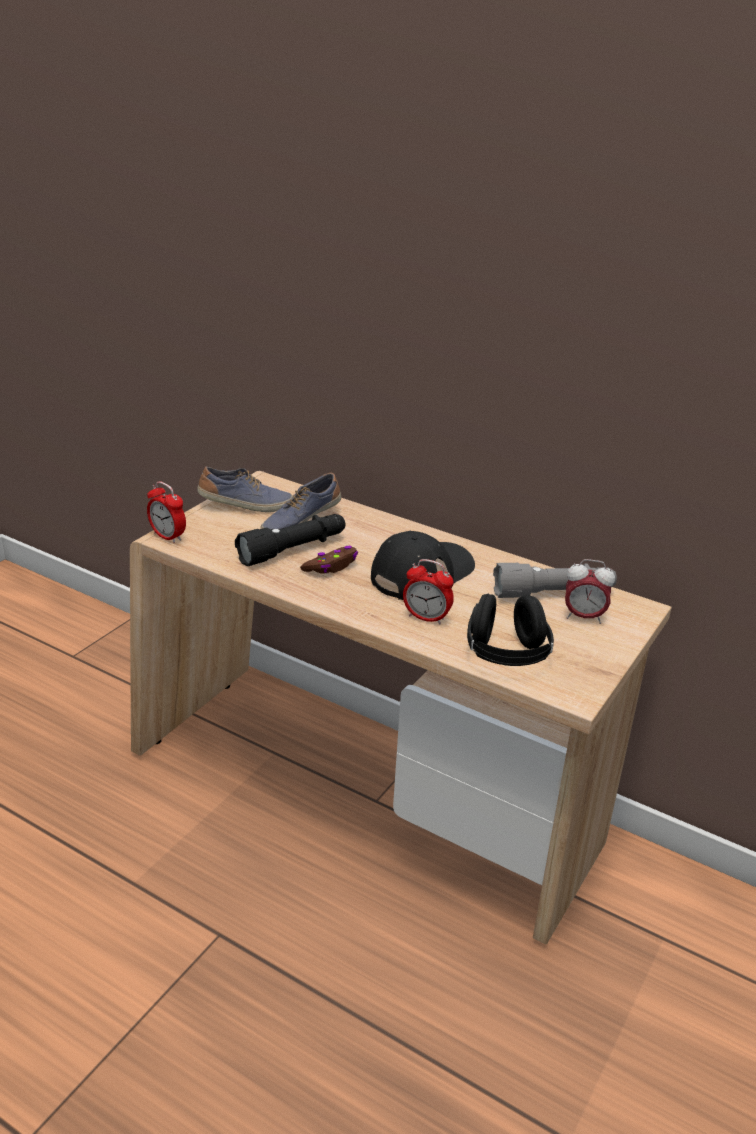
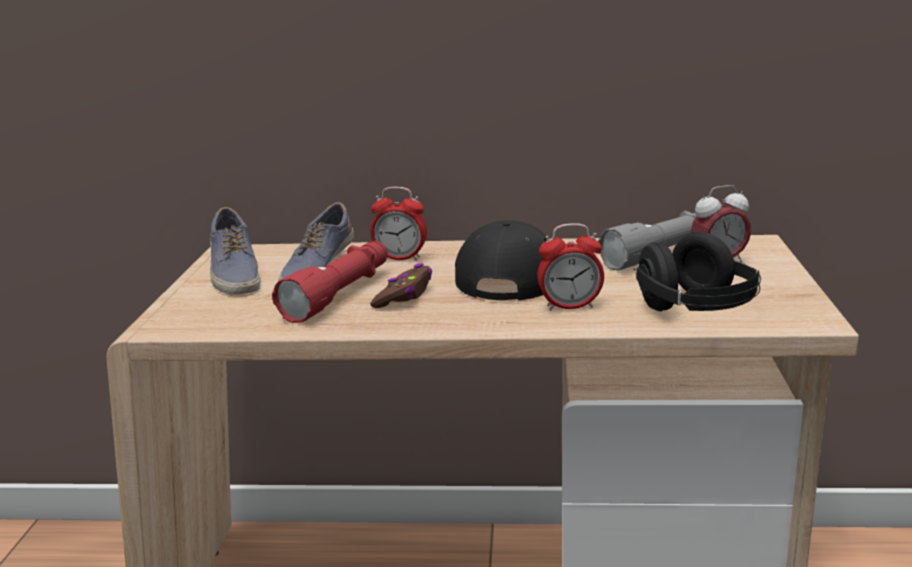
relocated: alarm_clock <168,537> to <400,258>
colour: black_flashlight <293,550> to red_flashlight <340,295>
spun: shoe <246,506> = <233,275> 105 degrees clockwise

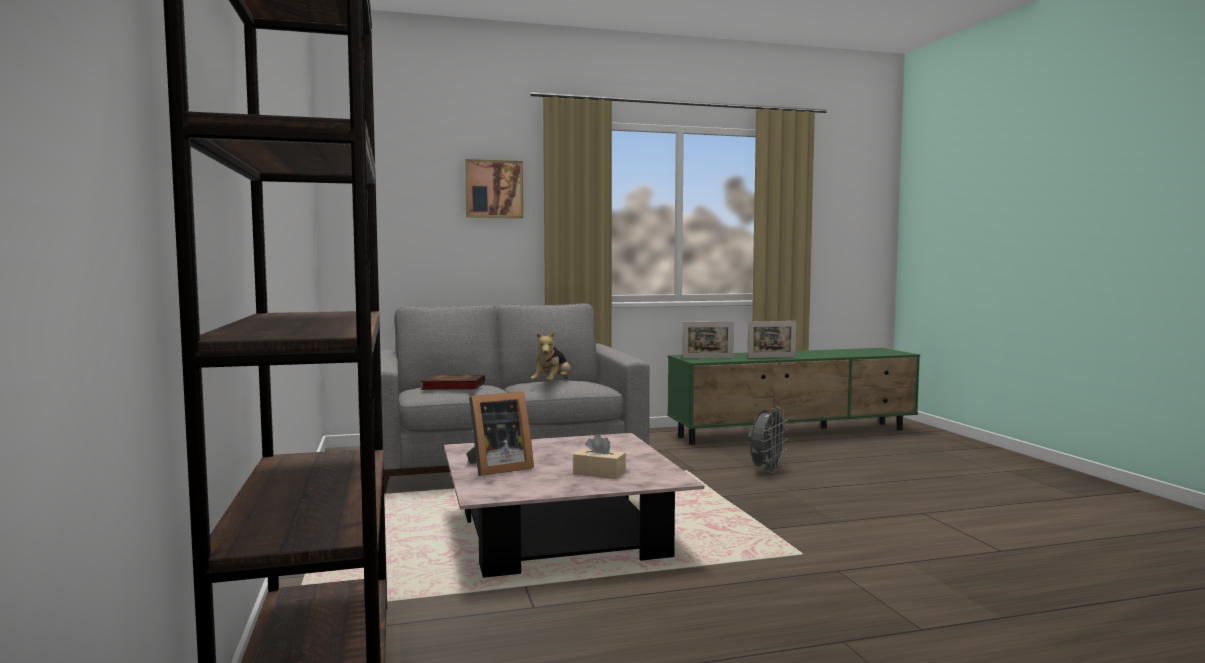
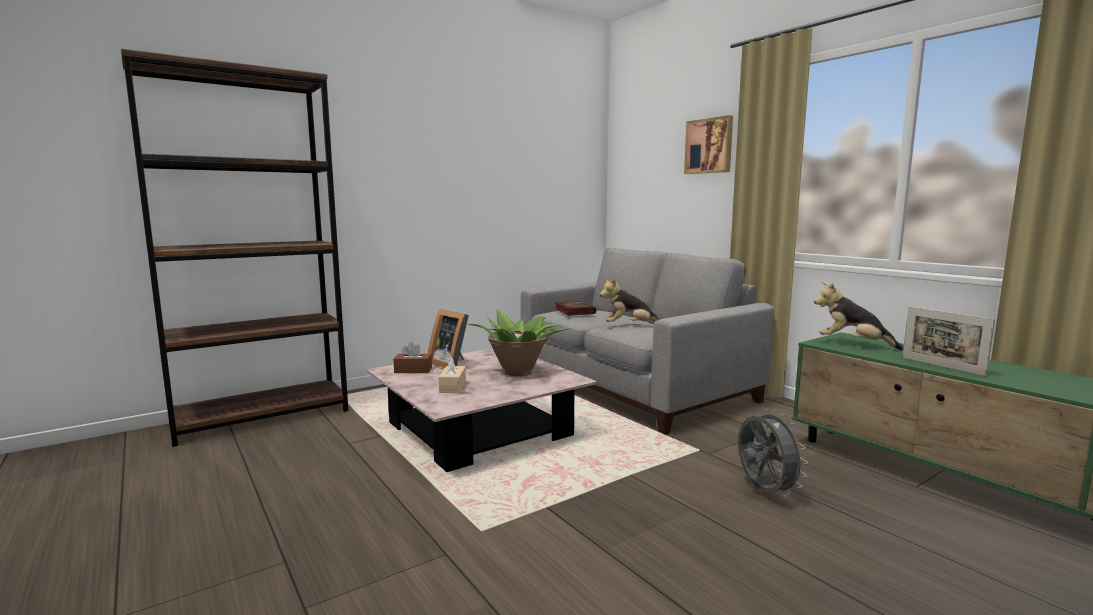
appeared: brown_tissue_box <413,370>; potted_plant <519,372>
exchanged: picture_frame <707,358> to plush_toy <853,344>
spun: grey_fan <766,470> = <763,491> 120 degrees counterclockwise

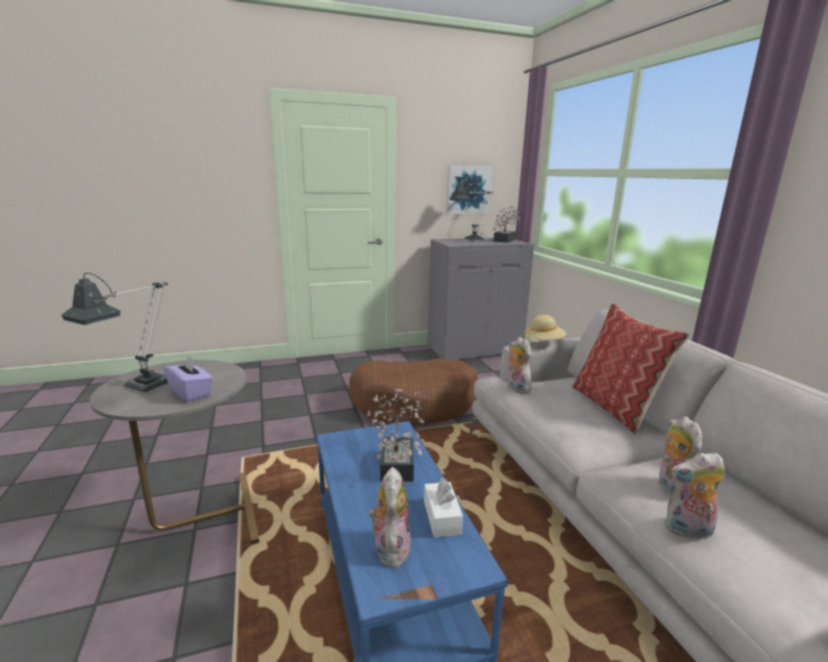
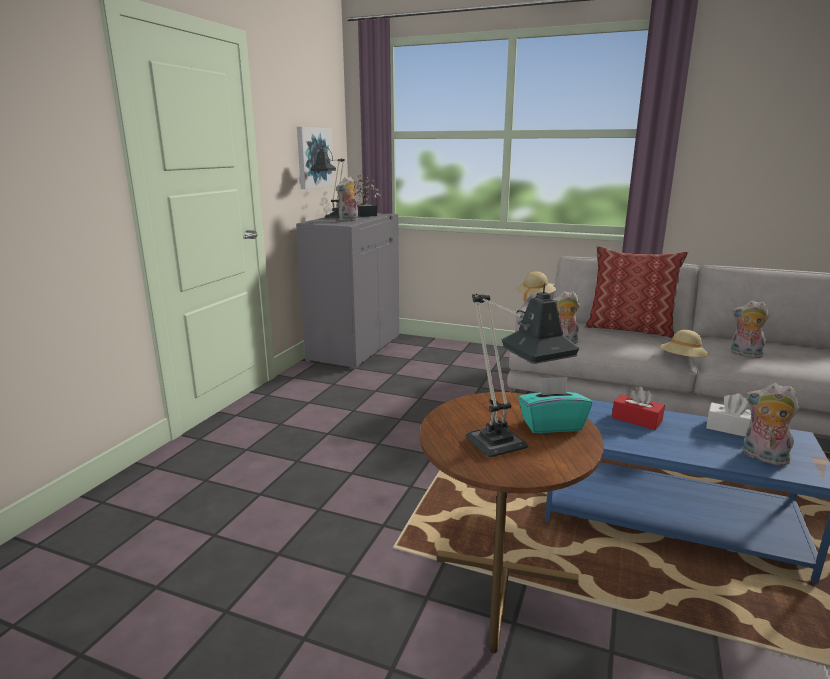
missing: brown_dog_bed <414,403>
appeared: beige_hat <682,361>
relocated: plush_toy <687,531> to <348,220>
exchanged: potted_plant <398,462> to red_tissue_box <636,420>
colour: grey_side_table <197,520> to brown_side_table <498,616>; purple_tissue_box <191,392> to turquoise_tissue_box <551,425>

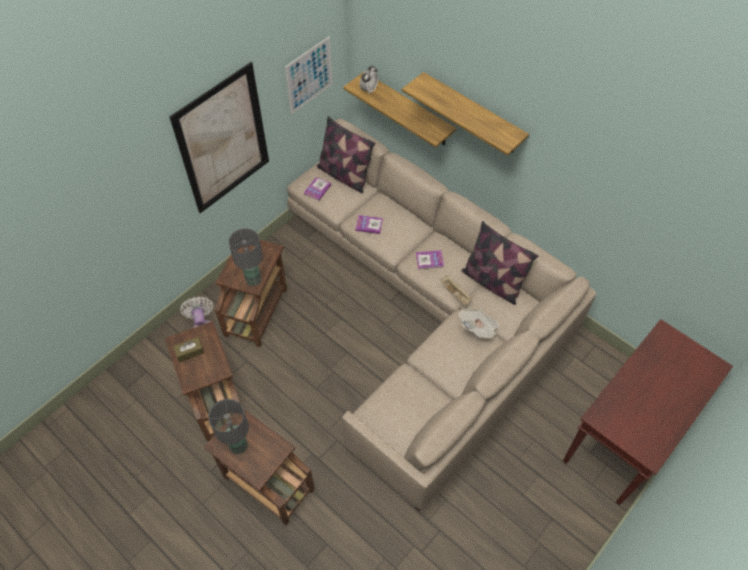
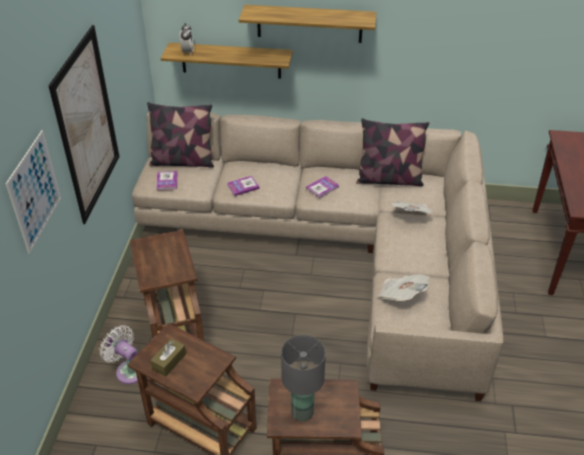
missing: grey_table_lamp <253,280>; beige_tray <455,294>
appeared: newspaper <401,295>
relocated: picture <309,75> to <35,191>

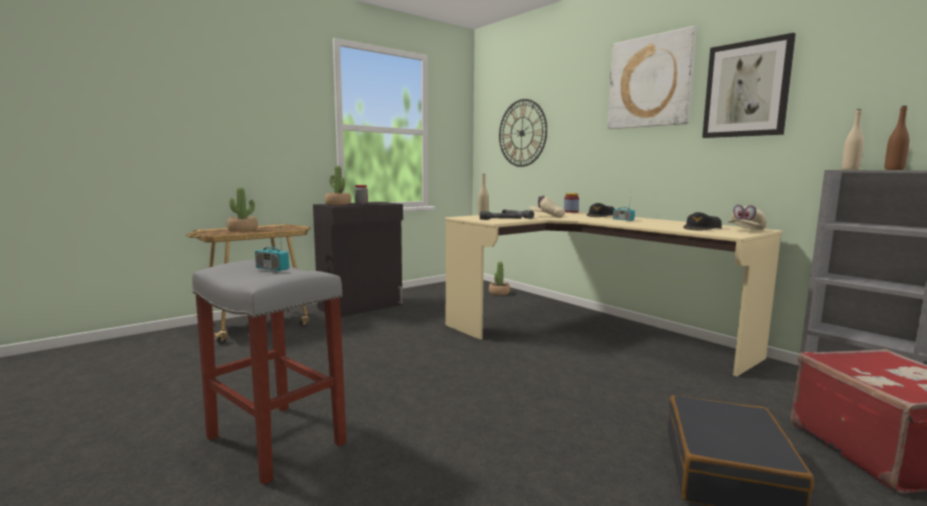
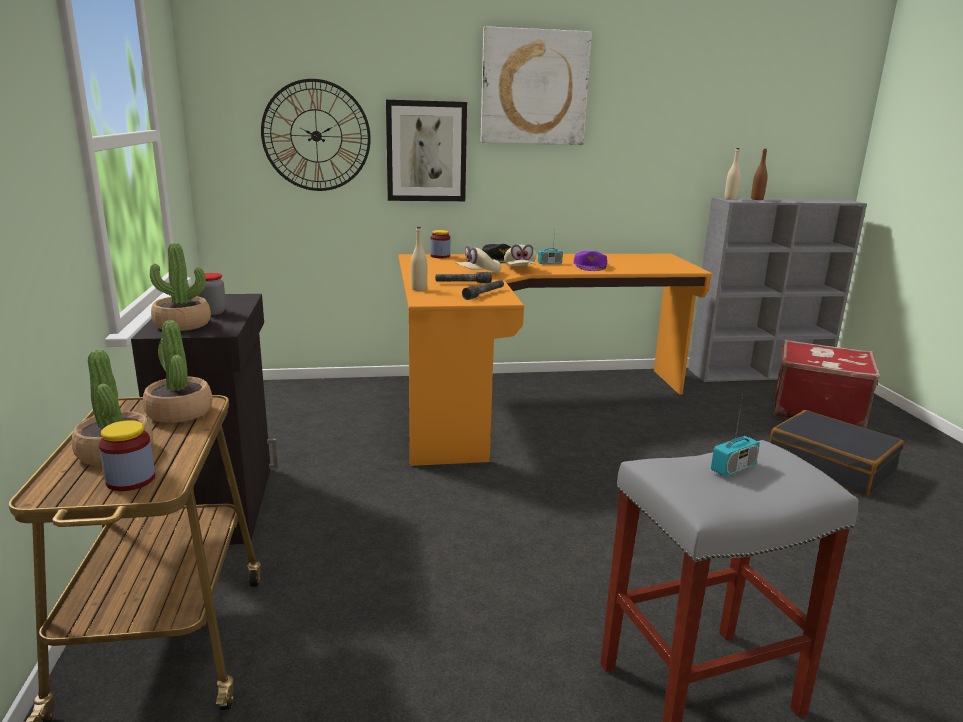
missing: black_cap <702,228>
appeared: jar <131,480>; purple_cap <590,266>
relocated: potted_plant <499,293> to <179,412>; picture <746,89> to <426,151>; beige_cap <746,230> to <519,269>
colour: beige_desk <588,330> to orange_desk <525,400>

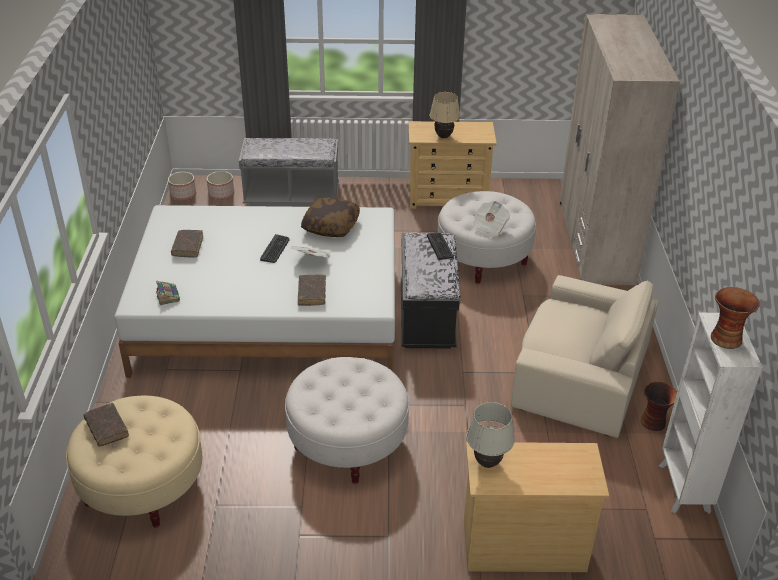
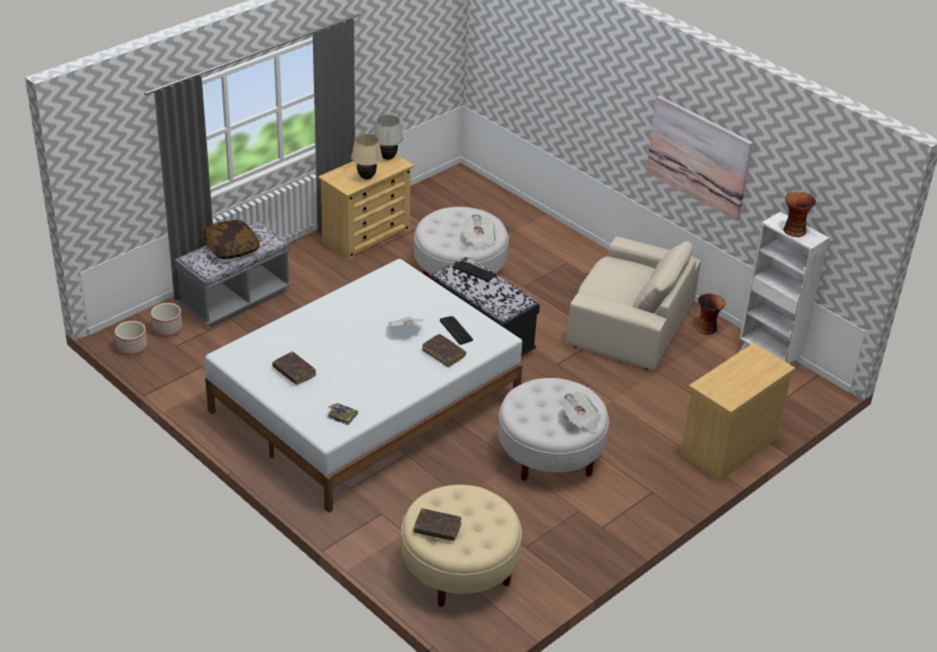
missing: beige_wardrobe <595,242>
appeared: newspaper <581,420>; picture <698,157>
relocated: pillow <331,226> to <231,248>; white_table_lamp <487,463> to <387,157>; keyboard <275,249> to <456,330>
spun: beige_armchair <579,375> = <629,323> 45 degrees clockwise

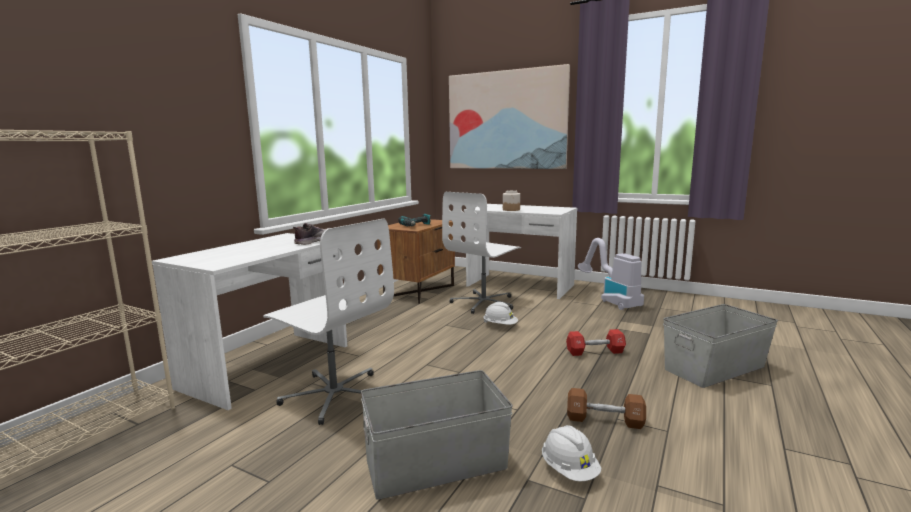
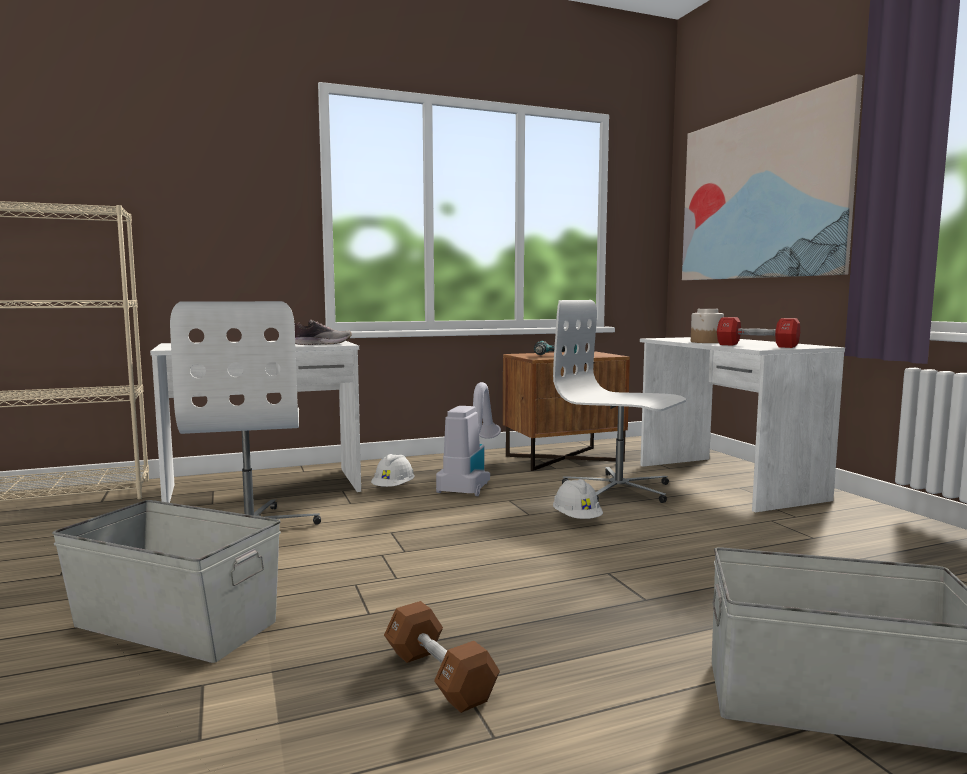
relocated: white_hard_hat <569,470> to <393,488>; vacuum_cleaner <610,300> to <470,482>; red_dumbbell <595,352> to <757,345>
spun: white_office_chair <484,303> = <618,489> 45 degrees clockwise

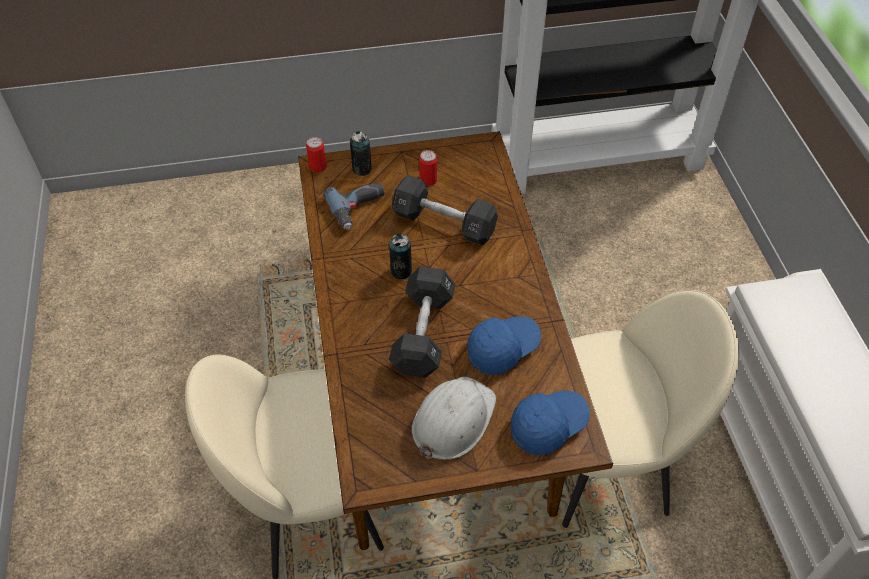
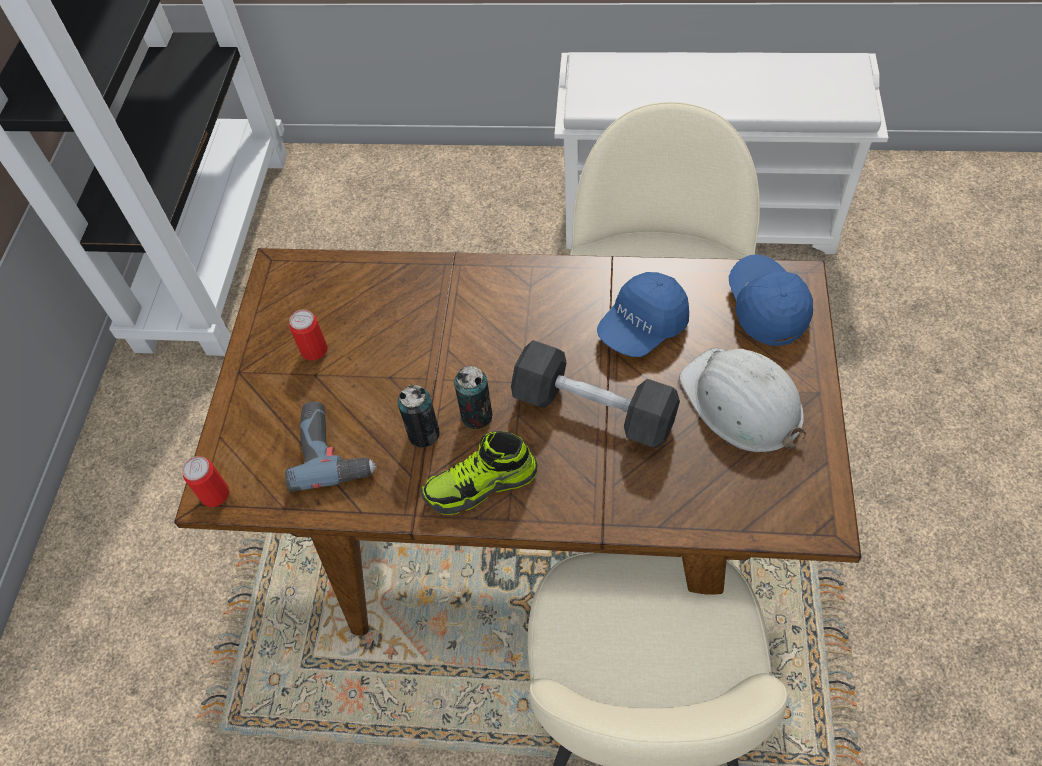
missing: black_dumbbell <444,223>
appeared: shoe <481,485>
relocated: can <362,169> to <424,434>
spun: blue_cap <502,349> = <642,327> 120 degrees counterclockwise

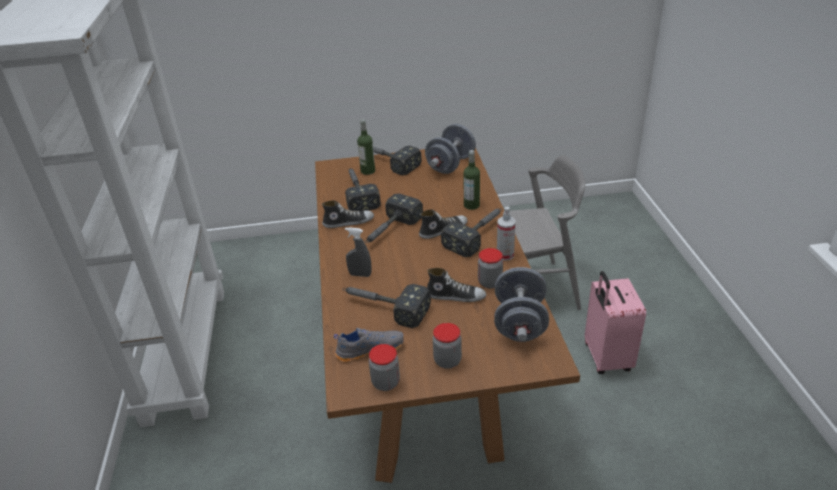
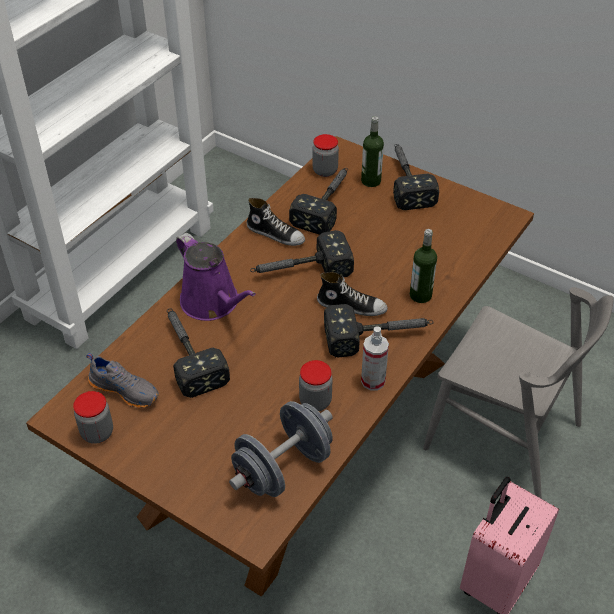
missing: grey_dumbbell <450,165>; shoe <455,296>
relocated: jar <447,361> to <325,171>
exchanged: grey_spray_bottle <360,274> to purple_watering_can <213,303>

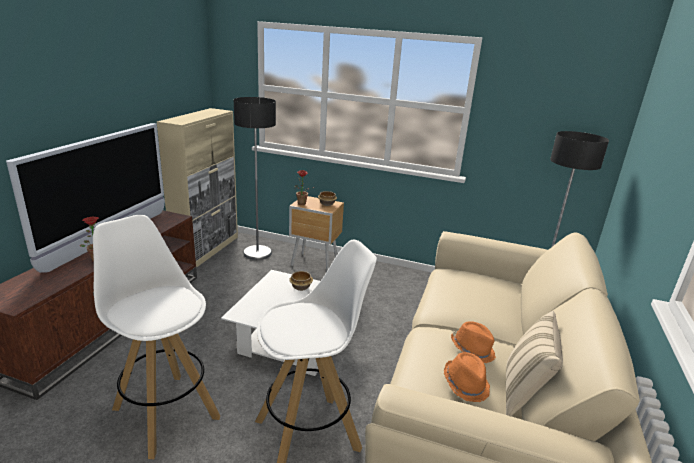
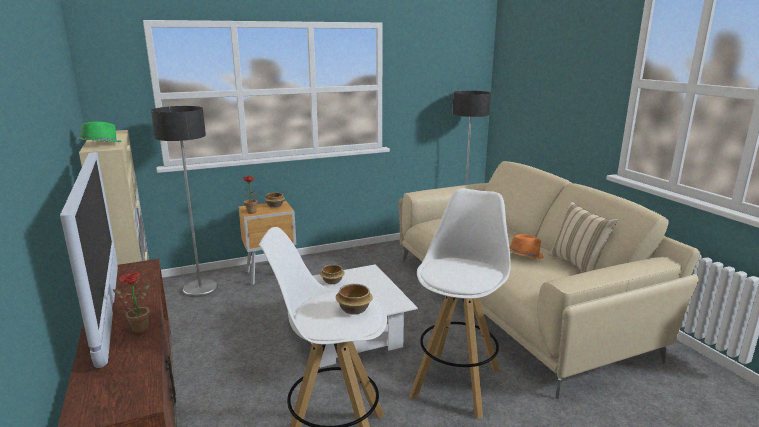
missing: orange_hat <466,384>
appeared: green_hat <100,144>; bowl <353,309>

